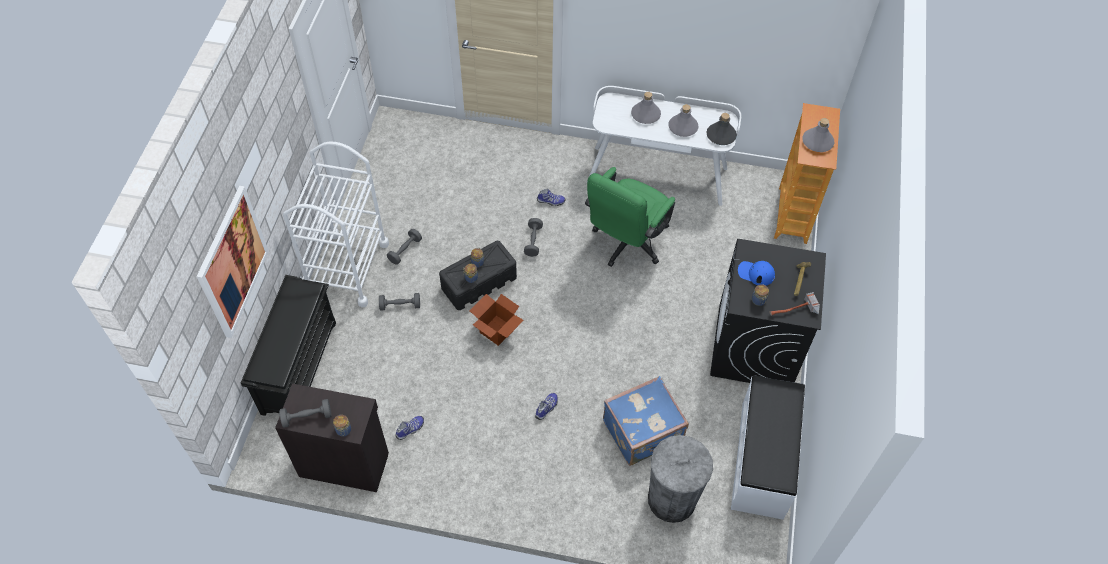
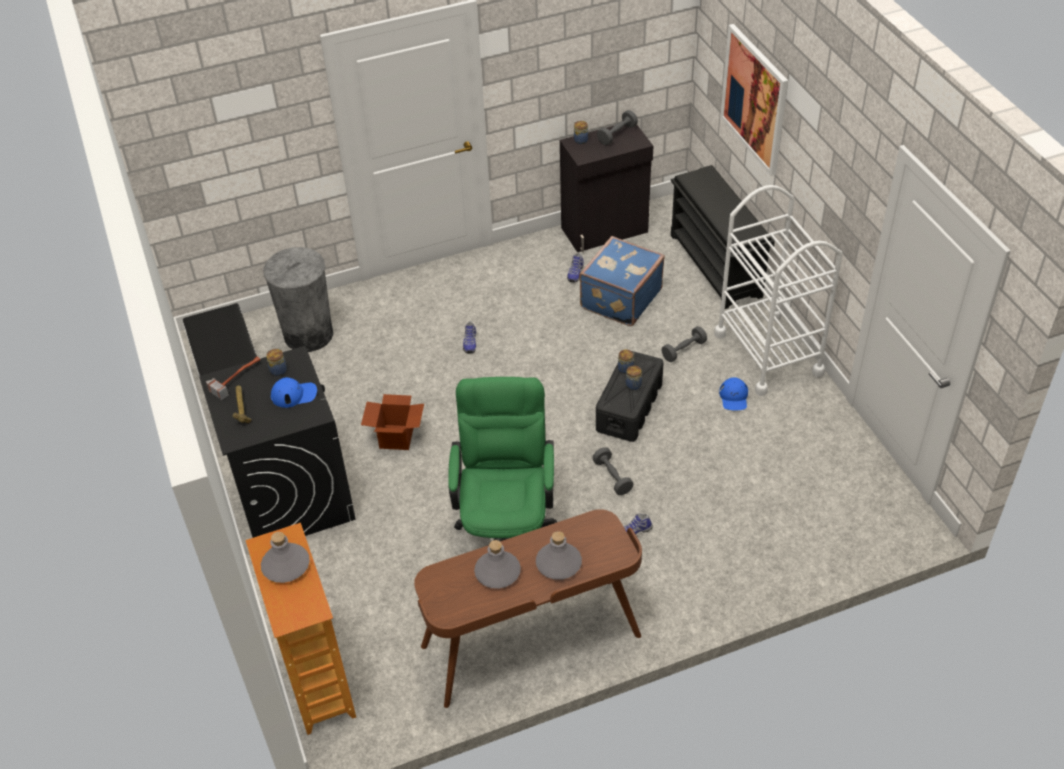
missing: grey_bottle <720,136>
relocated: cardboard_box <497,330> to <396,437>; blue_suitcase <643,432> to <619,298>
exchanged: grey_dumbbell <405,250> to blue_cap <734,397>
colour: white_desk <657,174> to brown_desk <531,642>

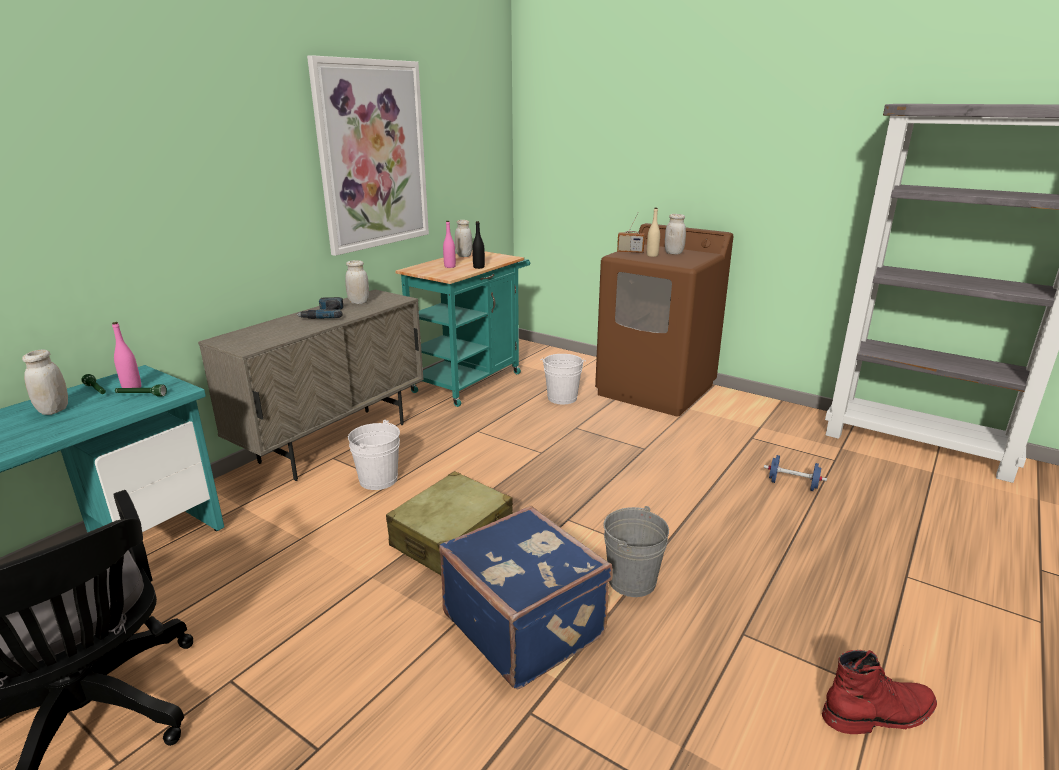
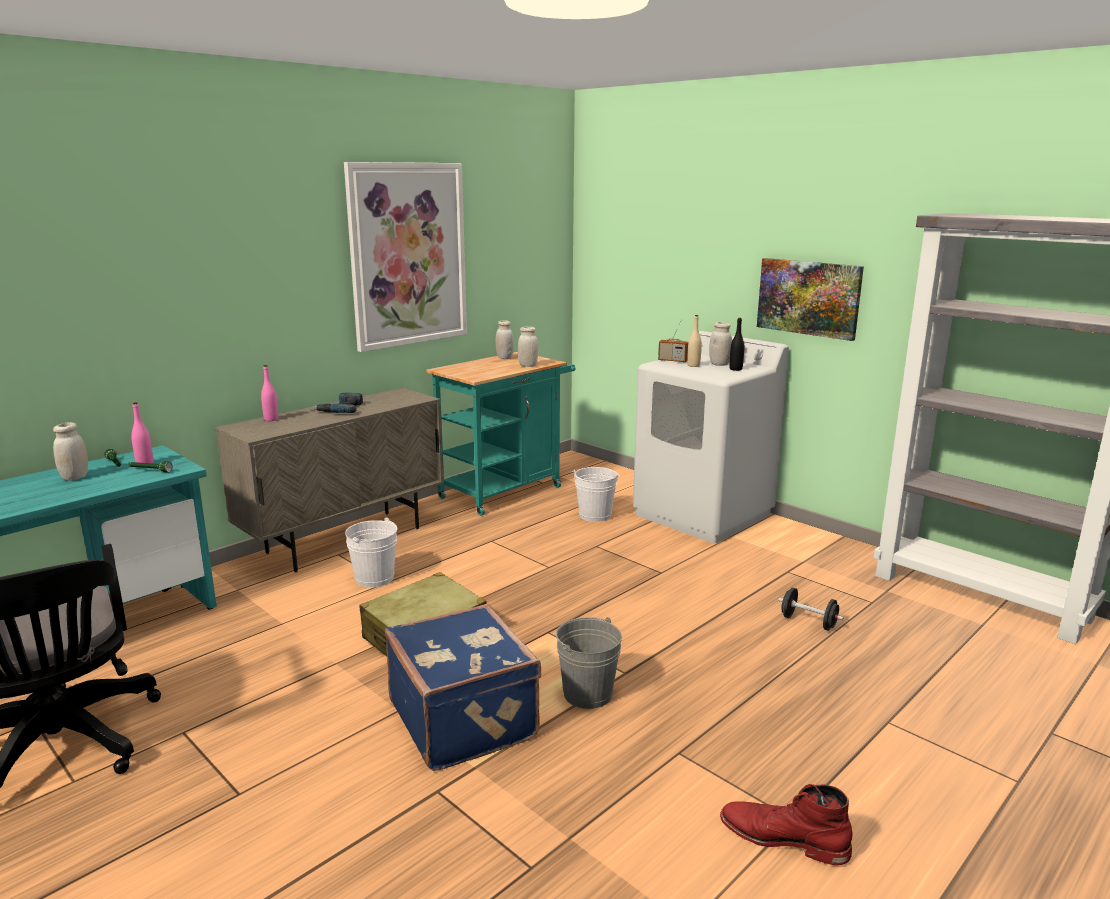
appeared: picture <808,297>
relocated: pink_bottle <450,266> to <271,419>; white_jar <359,302> to <528,365>; black_bottle <479,267> to <735,369>
colour: brown_washing_machine <656,390> to white_washing_machine <703,515>; blue_dumbbell <792,485> to black_dumbbell <808,622>
spun: red_boot <879,714> = <783,838> 150 degrees counterclockwise

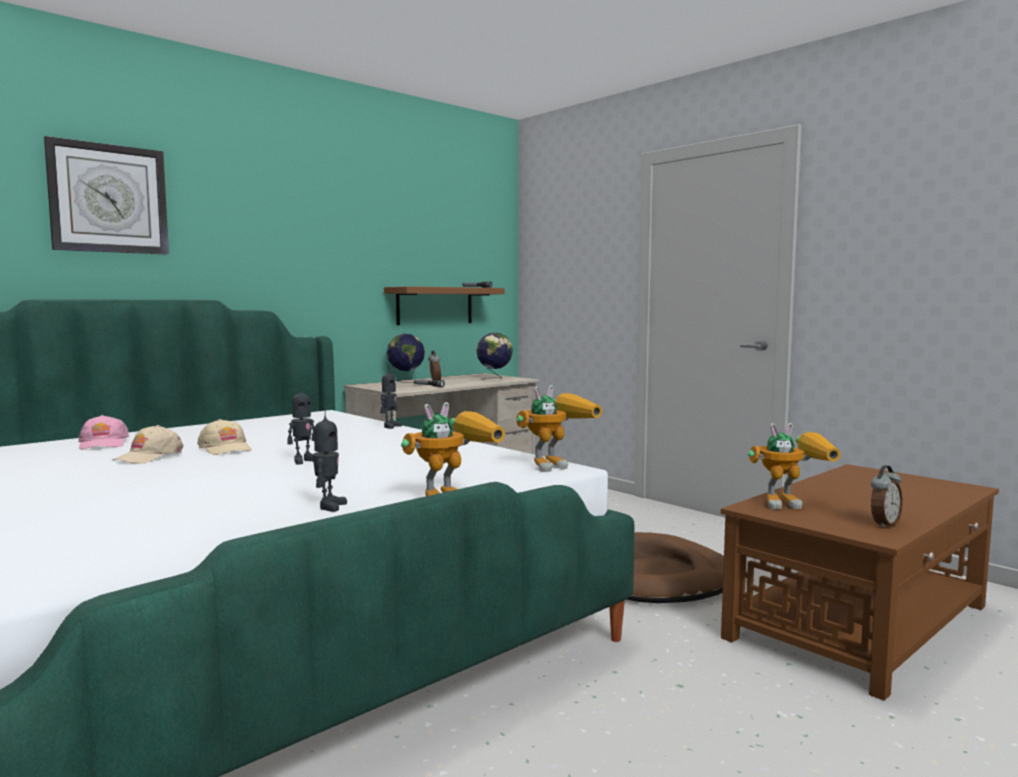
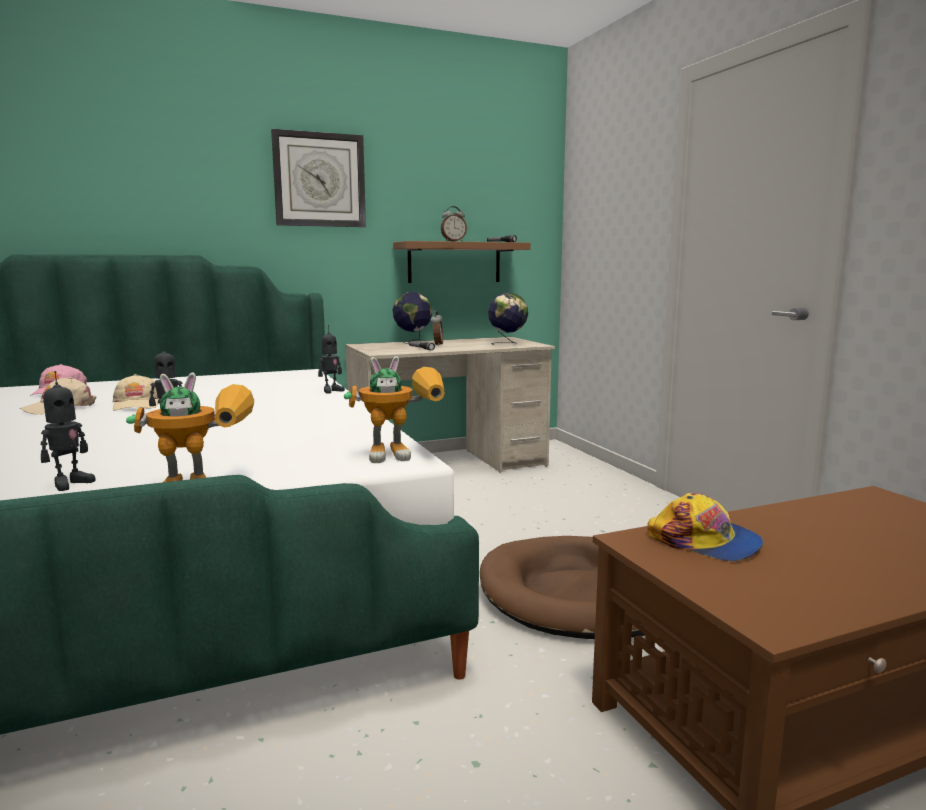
relocated: wall_clock <108,199> to <319,180>; alarm_clock <883,524> to <453,241>
exchanged: toy_robot <793,504> to cap <705,542>

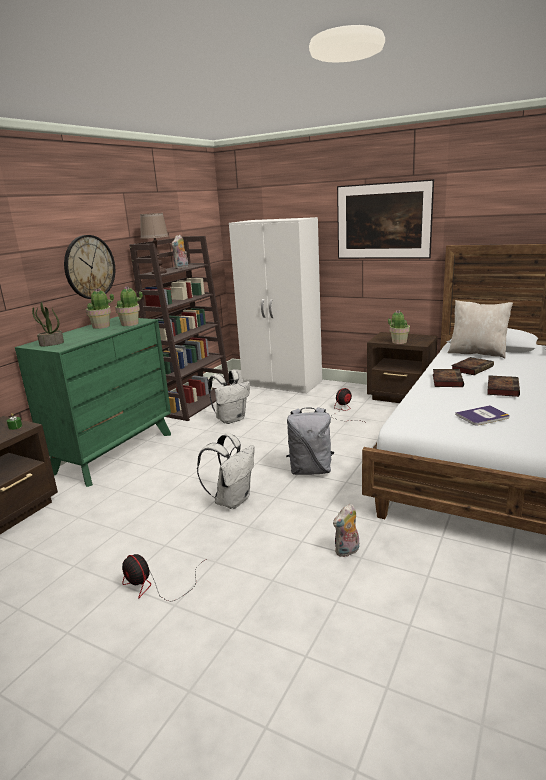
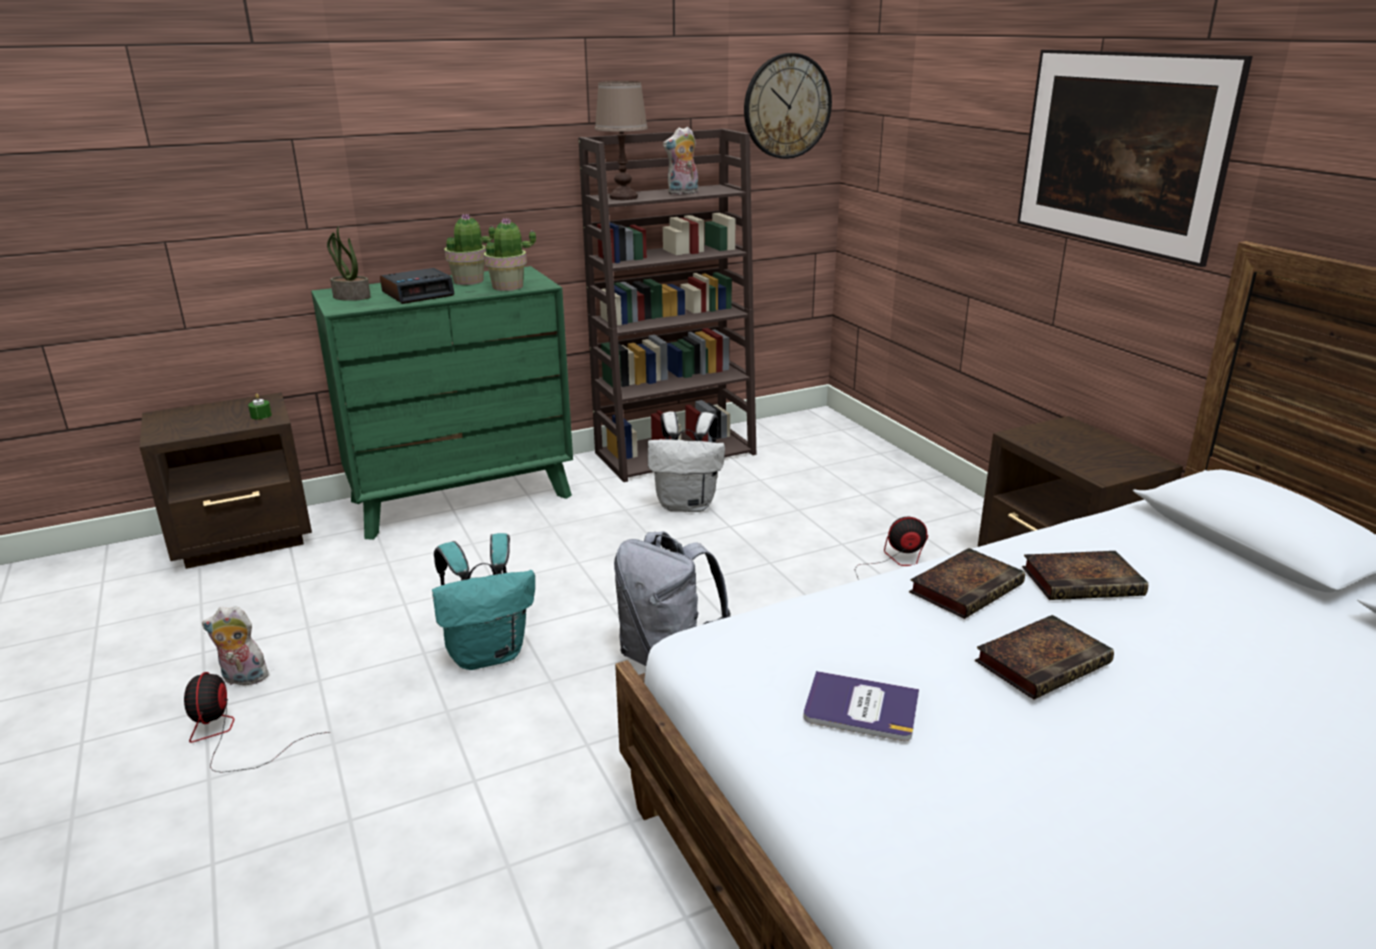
missing: white_wardrobe <282,383>; potted_plant <399,342>; beige_pillow <477,353>
appeared: alarm_clock <418,294>
relocated: plush_toy <347,551> to <243,679>; wall_clock <89,267> to <787,106>
colour: white_backpack <232,500> to turquoise_backpack <488,654>

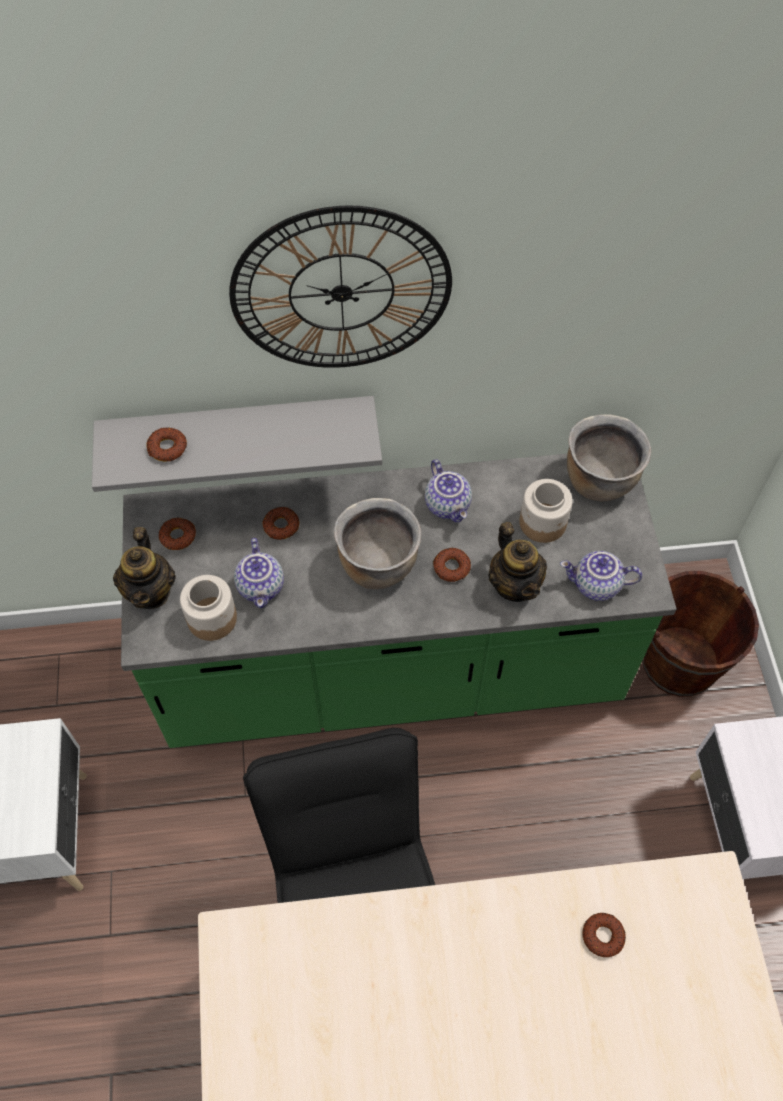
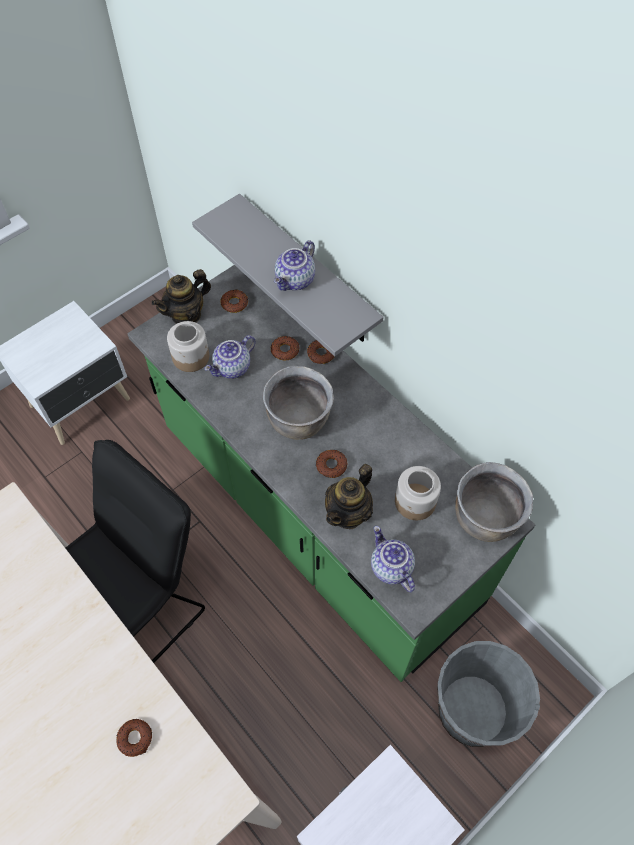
missing: wall_clock <341,292>
relocated: teapot <448,505> to <296,281>; donut <167,448> to <321,354>
colour: brown_bucket <679,662> to grey_bucket <472,711>

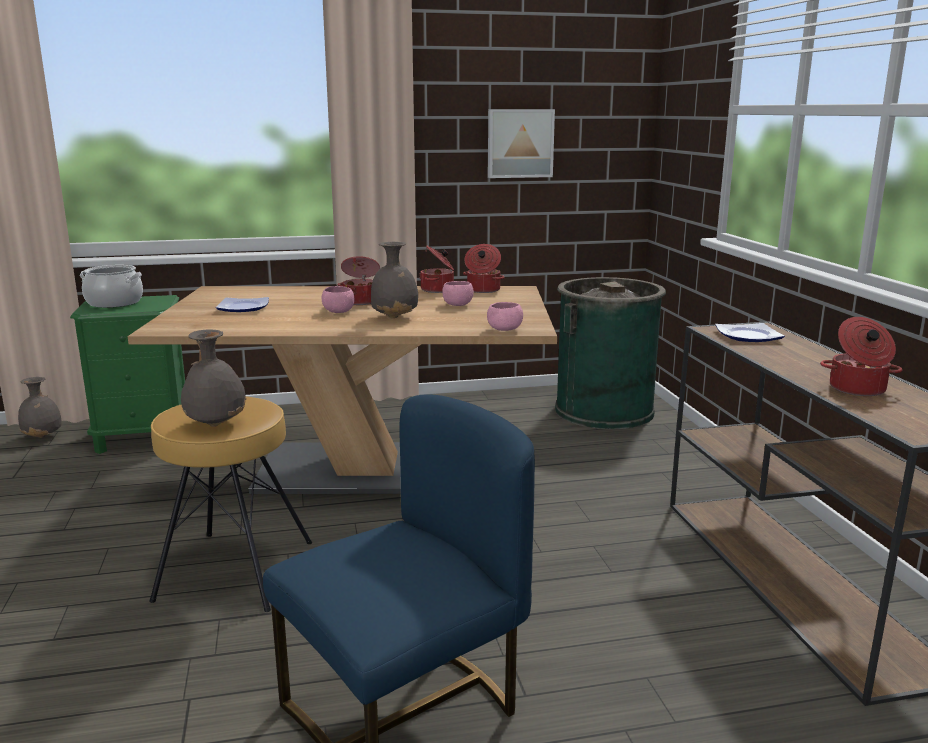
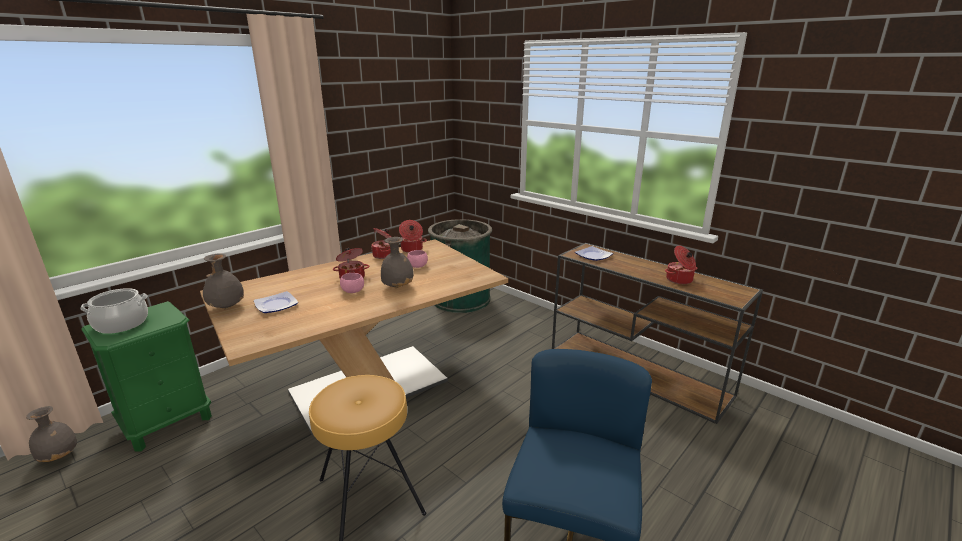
missing: pink_bowl <504,329>; picture <519,143>
relocated: grey_vase <216,424> to <226,307>

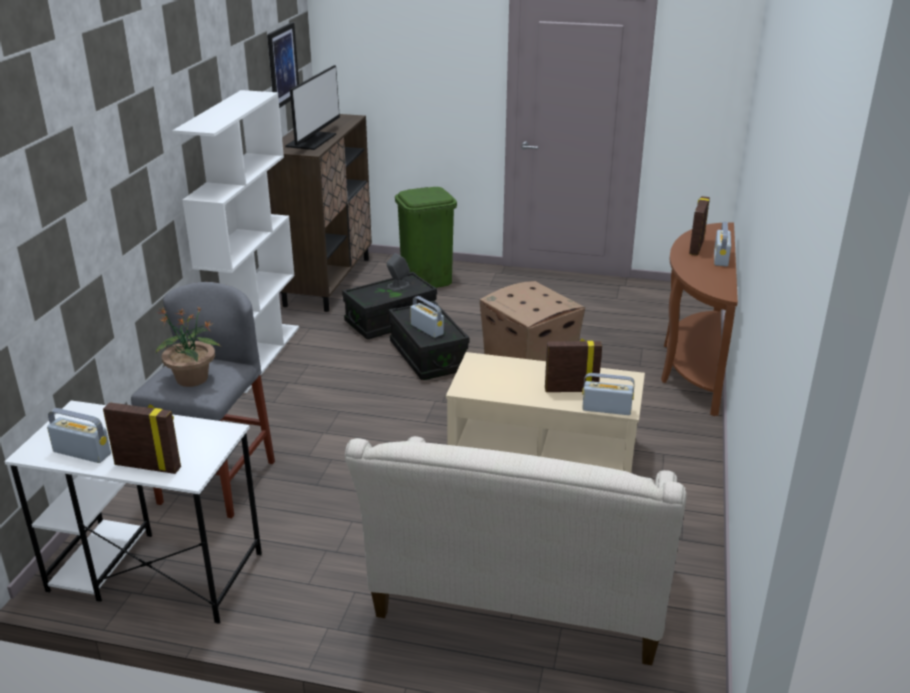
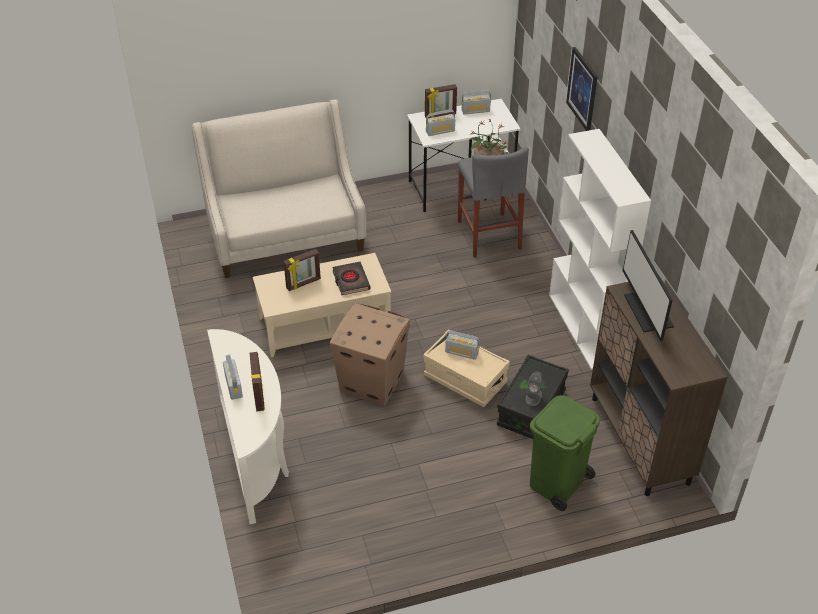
appeared: black_book <351,281>
relocated: radio <606,409> to <440,131>; picture <282,65> to <582,89>
colour: brown_console_table <692,366> to white_console_table <256,456>; black_storage_box <428,356> to beige_storage_box <465,379>

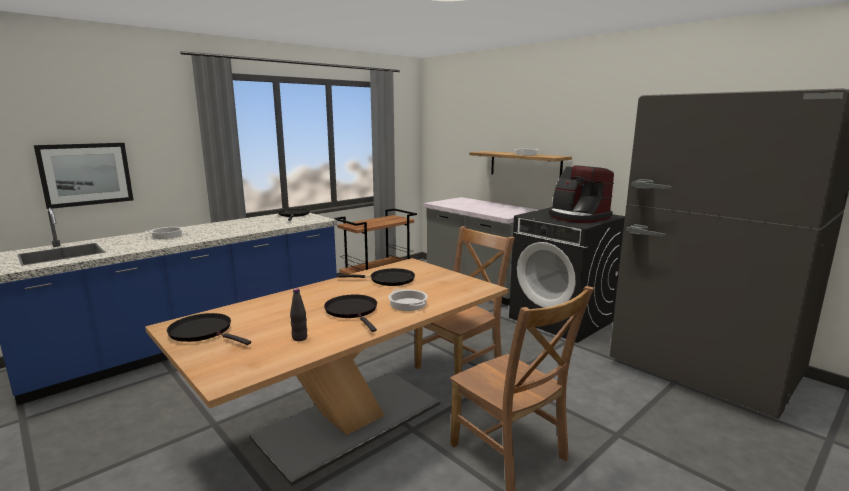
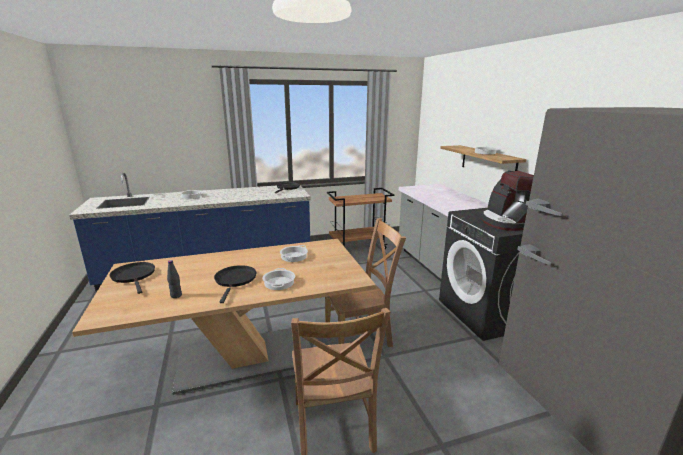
missing: picture <86,174>
exchanged: black_frying_pan <388,280> to cooking_pot <294,256>

